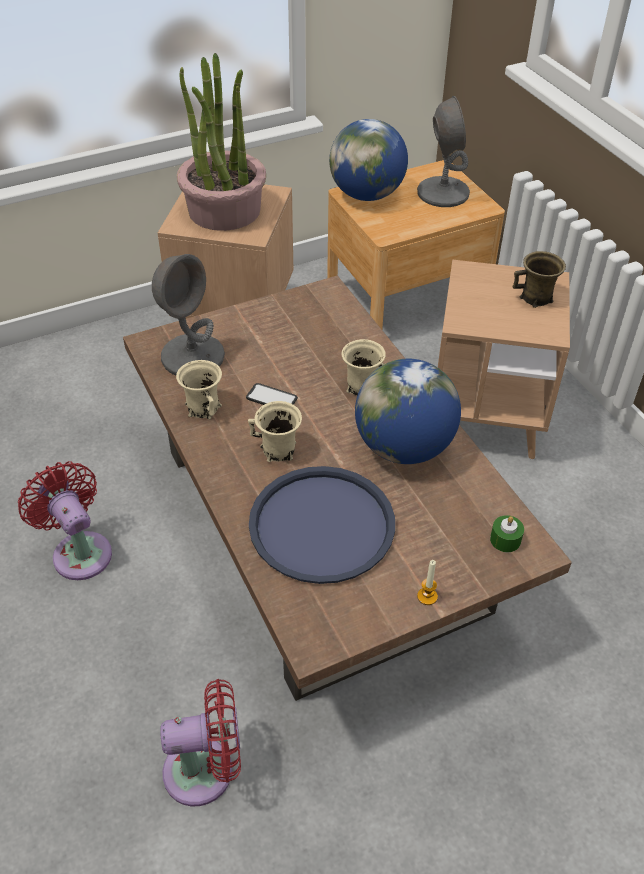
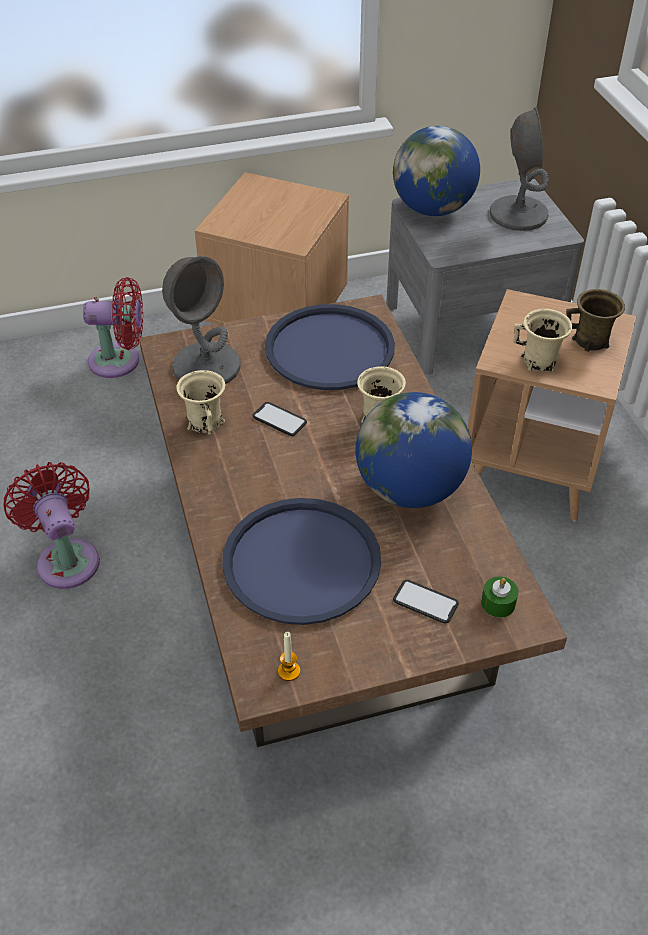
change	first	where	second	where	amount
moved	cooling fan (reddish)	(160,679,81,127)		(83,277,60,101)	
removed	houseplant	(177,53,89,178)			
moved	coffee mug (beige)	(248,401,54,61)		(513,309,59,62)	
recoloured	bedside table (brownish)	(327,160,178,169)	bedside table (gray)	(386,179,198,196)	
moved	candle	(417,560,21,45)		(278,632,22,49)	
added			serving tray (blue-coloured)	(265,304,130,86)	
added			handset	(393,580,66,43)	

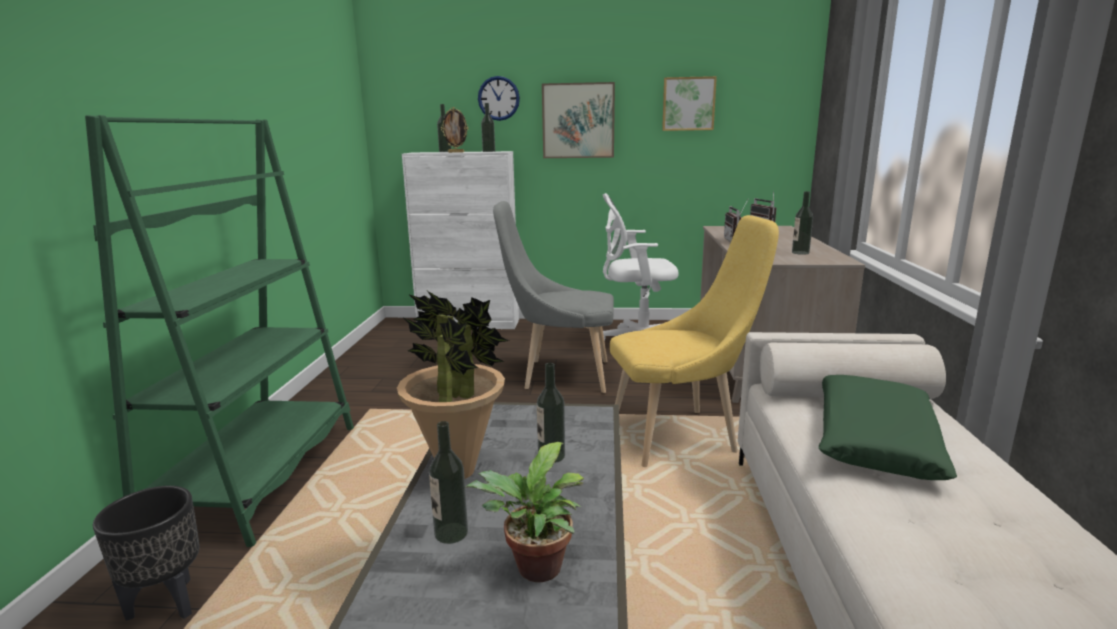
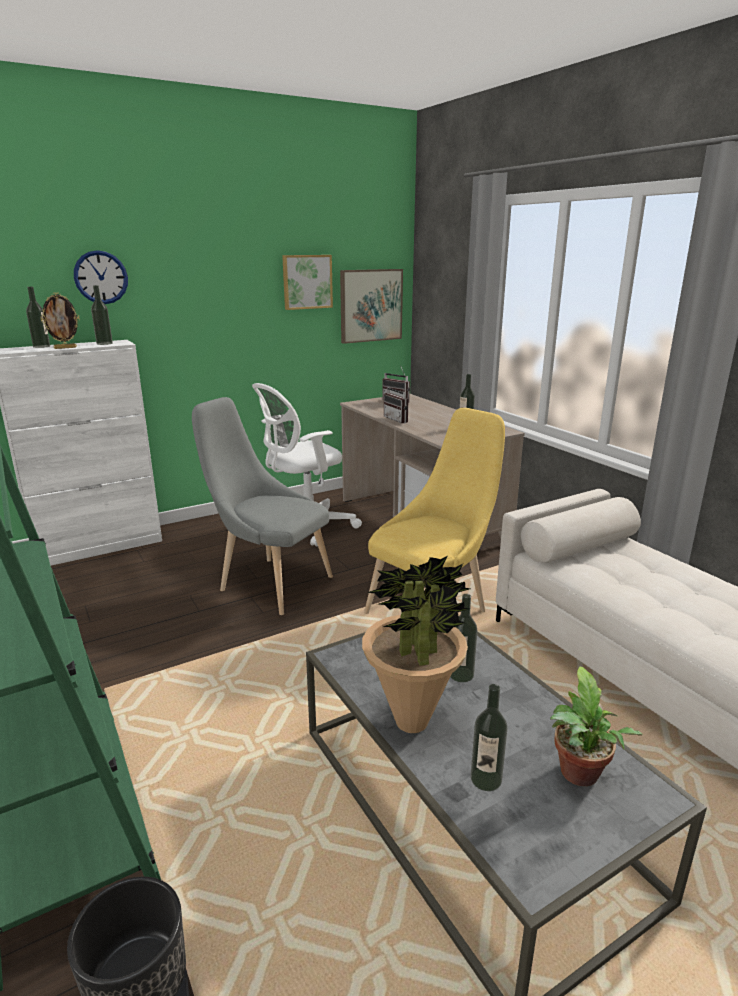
change	first	where	second	where	amount
turned	plain chair (gray)	(493,201,121,192)		(192,397,141,218)	60 degrees clockwise
moved	wall art	(542,82,73,76)		(340,269,63,75)	
removed	throw pillow (green)	(818,375,139,105)			

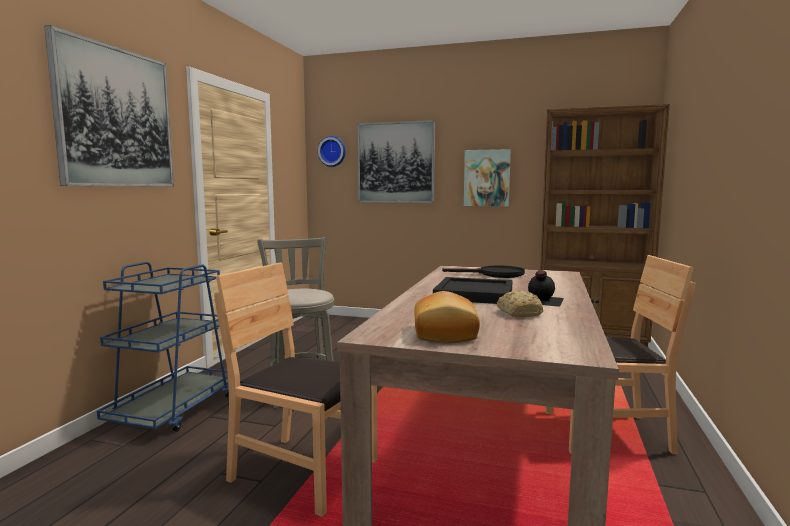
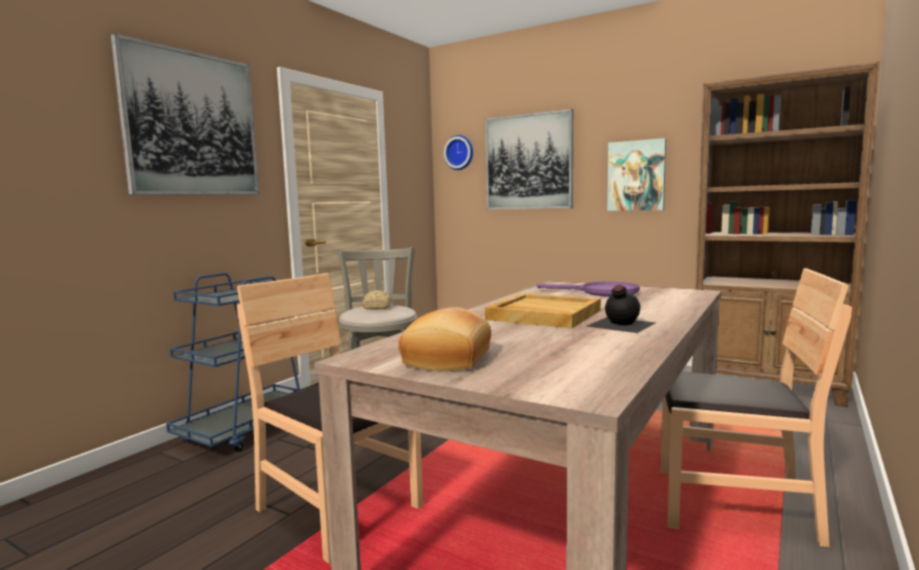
change	first	where	second	where	amount
recoloured	serving tray (black)	(433,277,80,27)	serving tray (beige)	(485,293,116,35)	
recoloured	frying pan (black)	(442,265,83,13)	frying pan (purplish)	(537,281,103,16)	
moved	bakery bread	(497,290,46,27)		(362,290,30,19)	

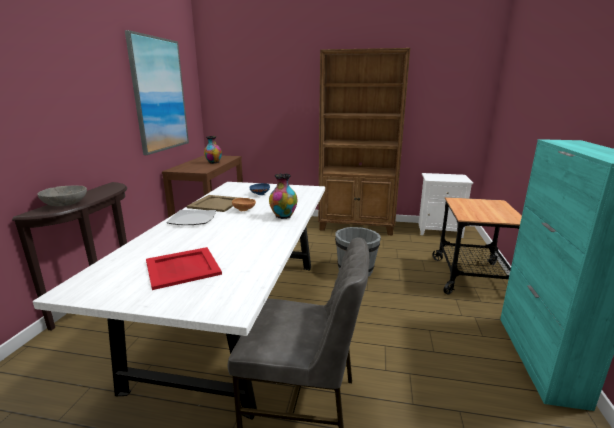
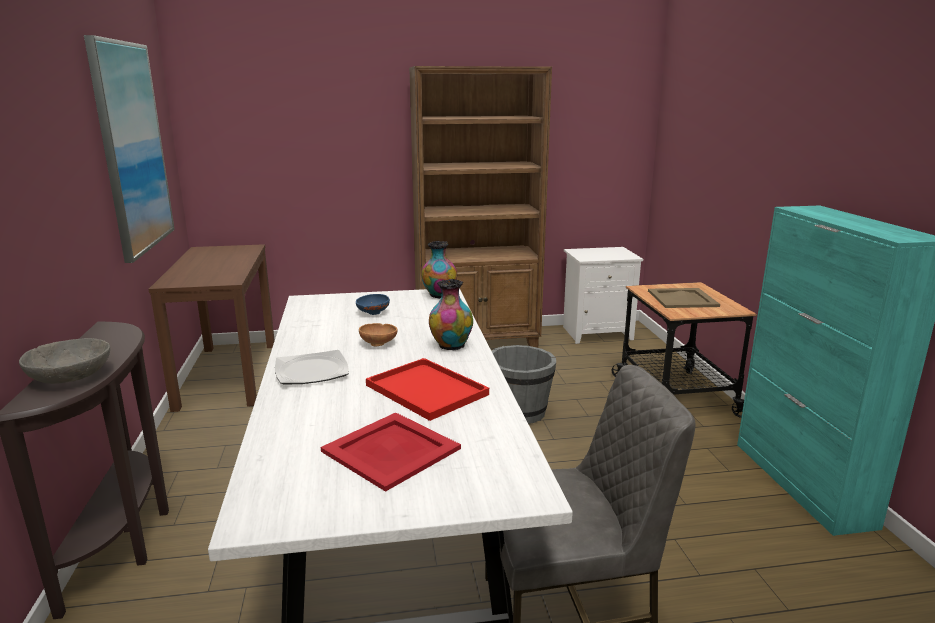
change	first	where	second	where	amount
moved	serving tray (beige)	(186,195,53,17)		(648,288,72,20)	
moved	vase	(204,136,18,28)		(422,241,35,58)	
added			serving tray (reddish)	(366,358,123,63)	

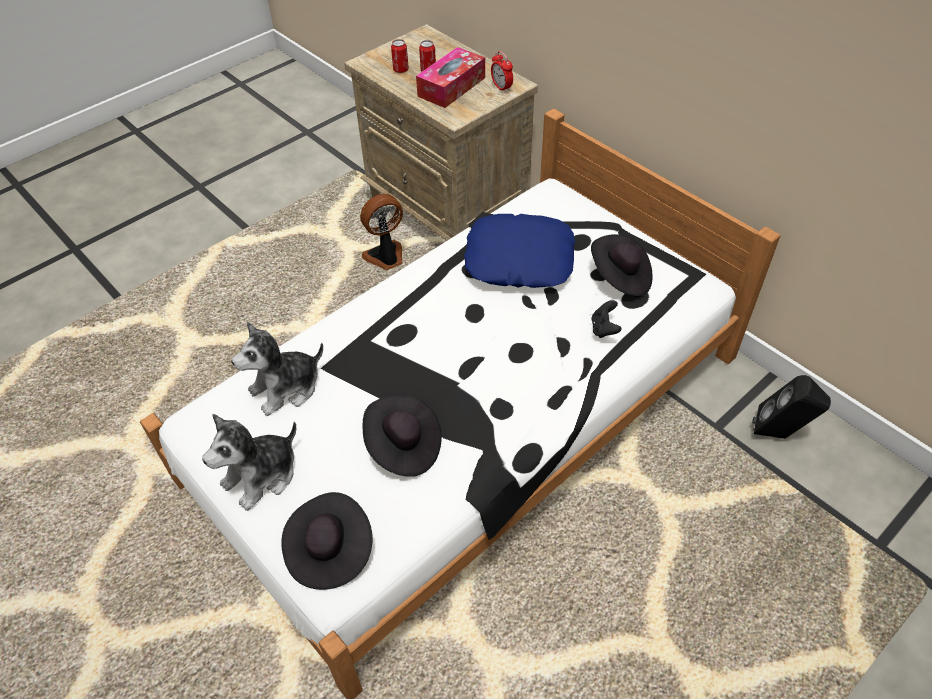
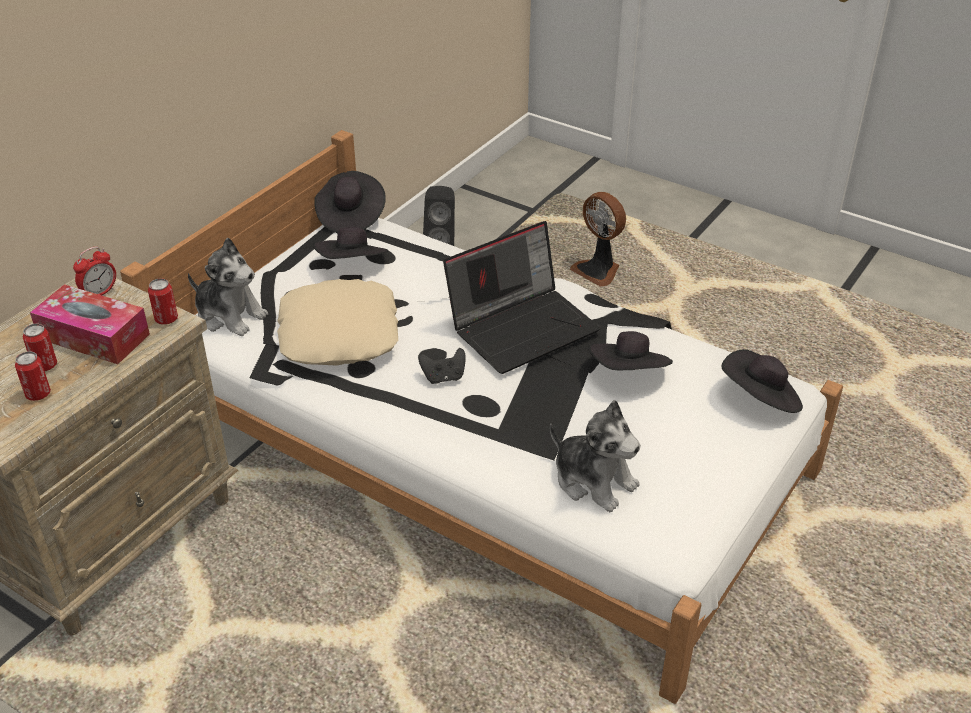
change	first	where	second	where	amount
moved	plush toy	(202,414,94,97)		(188,237,80,99)	
moved	cooling fan	(360,194,43,76)		(570,192,56,95)	
recoloured	throw pillow (blue-coloured)	(464,214,111,74)	throw pillow (beige)	(277,279,121,87)	
moved	game controller (black)	(591,300,31,38)		(418,348,48,36)	
added			sealed can	(148,278,30,47)	
added			wearable hat (black)	(314,171,72,62)	
added			notebook computer	(443,221,157,153)	

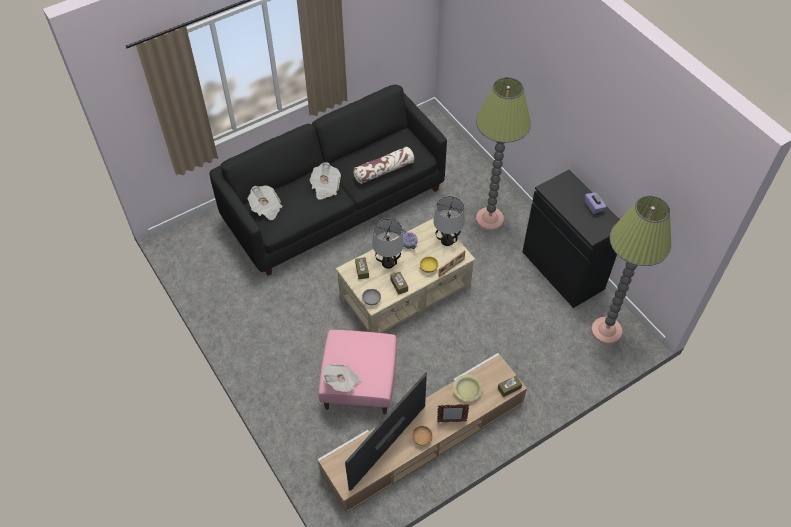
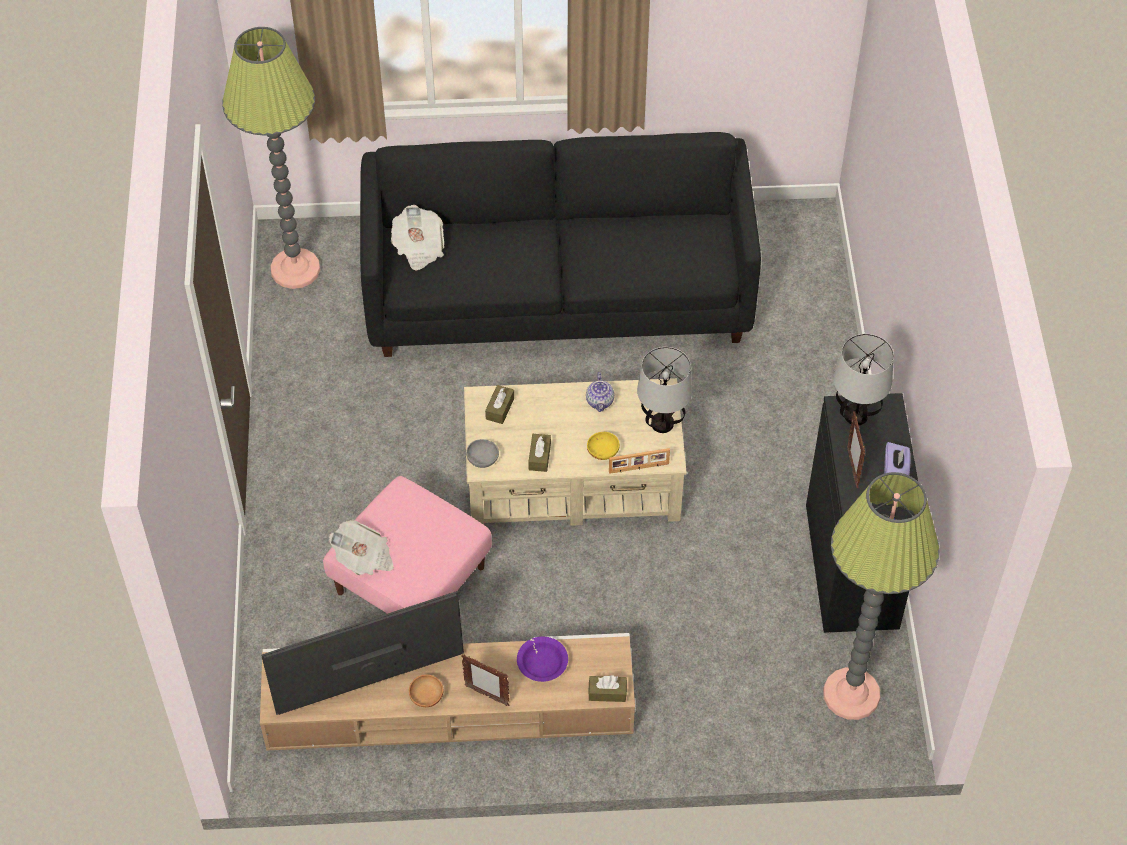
change	first	where	second	where	amount
removed	printed paper	(310,162,31,38)			
removed	throw pillow	(353,146,61,38)			
moved	lamp for a table	(372,219,32,50)		(834,334,60,91)	
recoloured	serving bowl (yellow-coloured)	(453,374,30,27)	serving bowl (purplish)	(517,637,51,45)	
moved	floor lamp	(476,77,55,154)		(222,27,98,262)	
added			standing frame	(847,411,18,77)	

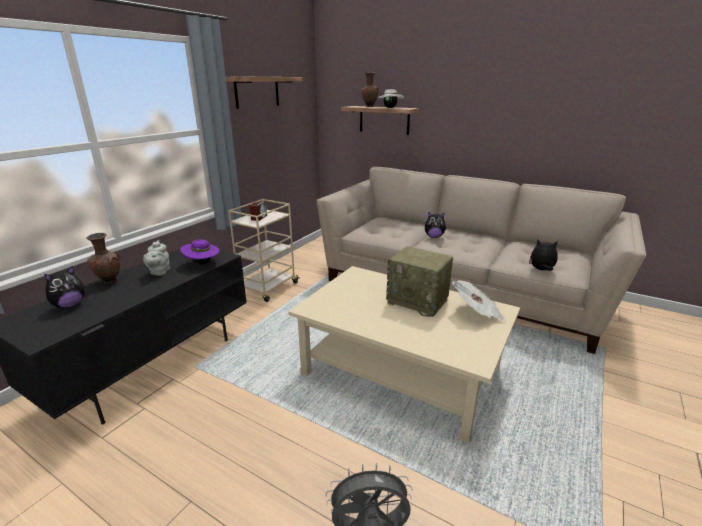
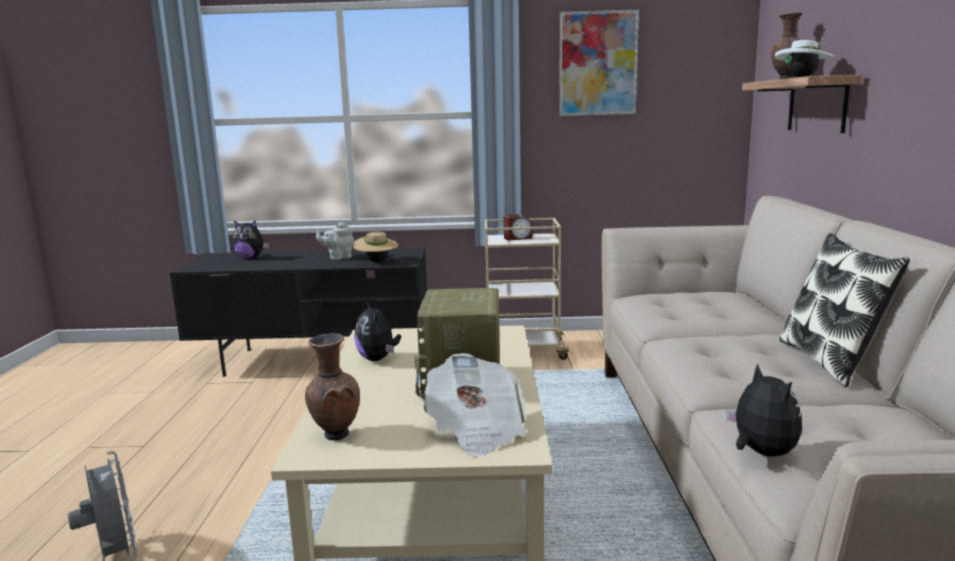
change	first	where	second	where	amount
moved	vase (brownish)	(86,233,34,51)		(305,333,55,108)	
recoloured	wearable hat (purplish)	(180,239,40,25)	wearable hat (beige)	(353,232,45,30)	
replaced	bracket shelf	(226,77,76,32)	wall art	(559,10,80,106)	
moved	plush toy	(425,213,22,25)		(354,301,47,60)	
added			throw pillow	(779,233,131,154)	

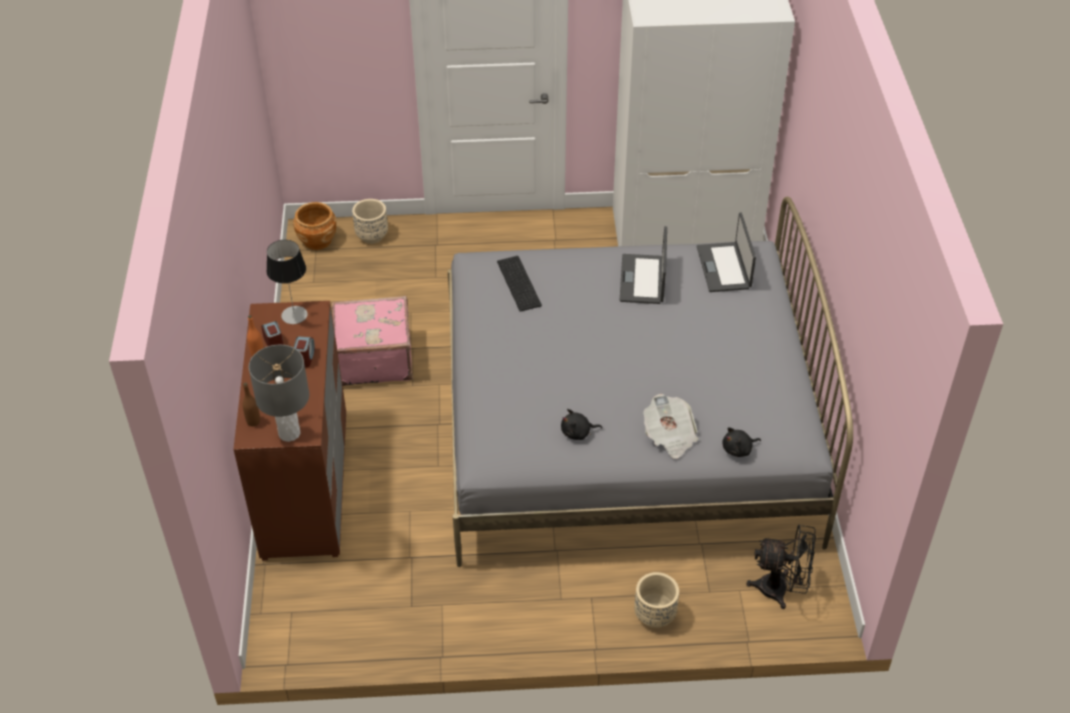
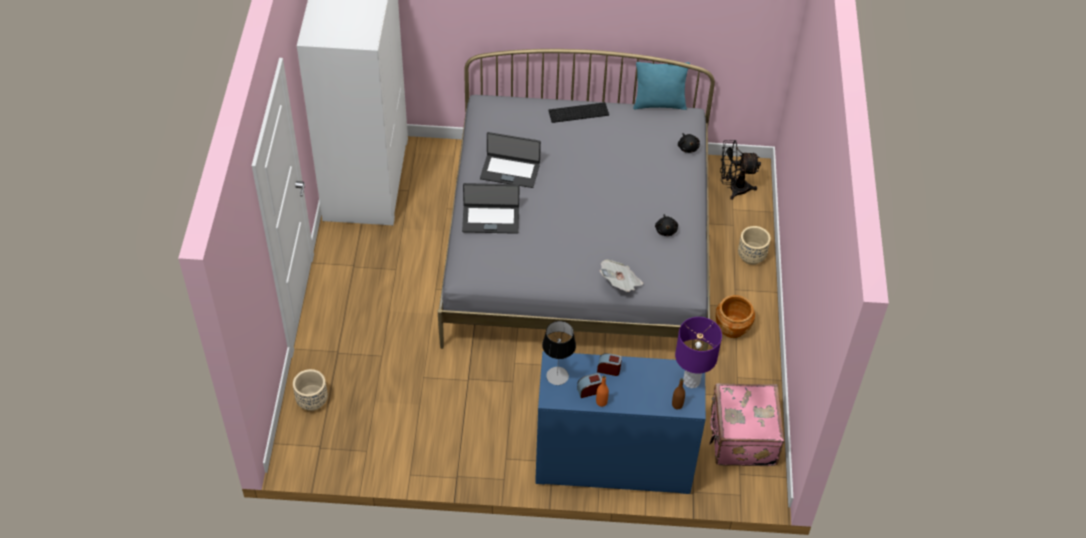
change	first	where	second	where	amount
recoloured	chest of drawers (brownish)	(233,301,113,259)	chest of drawers (blue-coloured)	(535,351,171,143)	
recoloured	lamp for a table (gray)	(249,345,60,97)	lamp for a table (purplish)	(675,317,47,71)	
moved	plant pot (brownish)	(293,202,43,48)		(716,295,39,43)	
moved	piece of luggage (pink)	(332,296,80,90)		(709,383,75,83)	
moved	PC keyboard	(497,256,45,56)		(548,102,61,21)	
moved	printed paper	(643,394,55,65)		(600,259,43,33)	
moved	notebook computer	(697,212,59,80)		(462,183,58,51)	
turned	cooling fan (black)	(746,525,70,84)		(720,140,41,60)	105 degrees counterclockwise
added			throw pillow (turquoise-coloured)	(633,62,57,48)	

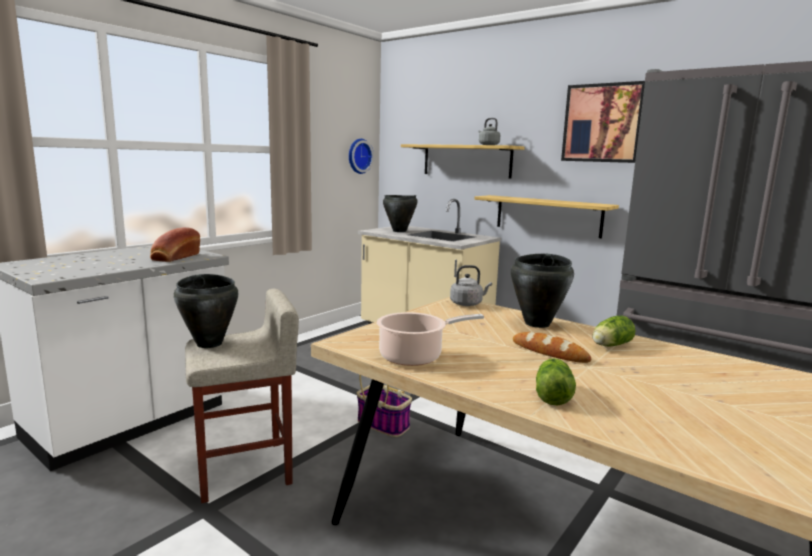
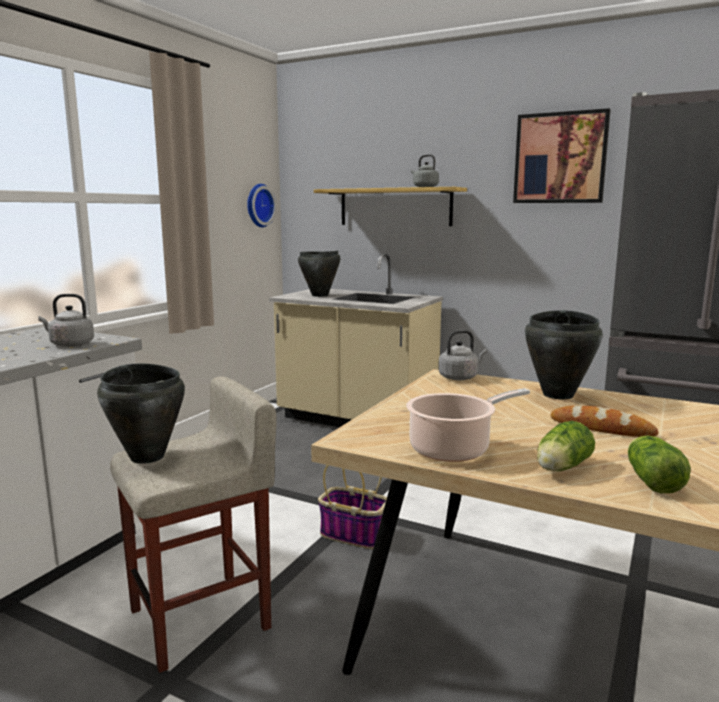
change	first	where	second	where	amount
replaced	bakery bread	(150,227,50,35)	tea kettle (gray)	(38,294,56,53)	
removed	bracket shelf	(474,195,145,44)			
moved	lettuce head	(592,315,44,32)		(537,421,58,50)	

